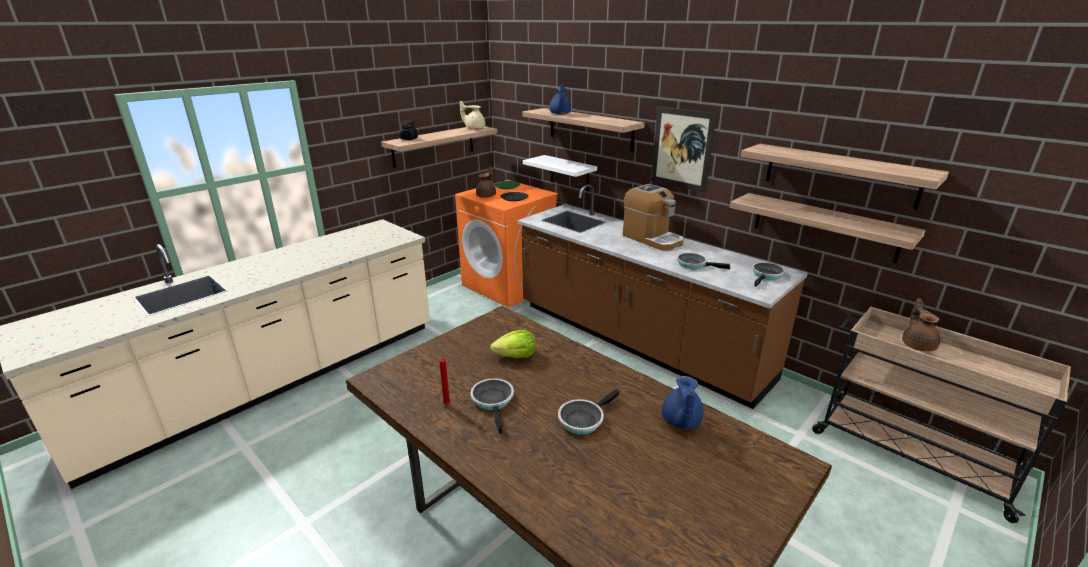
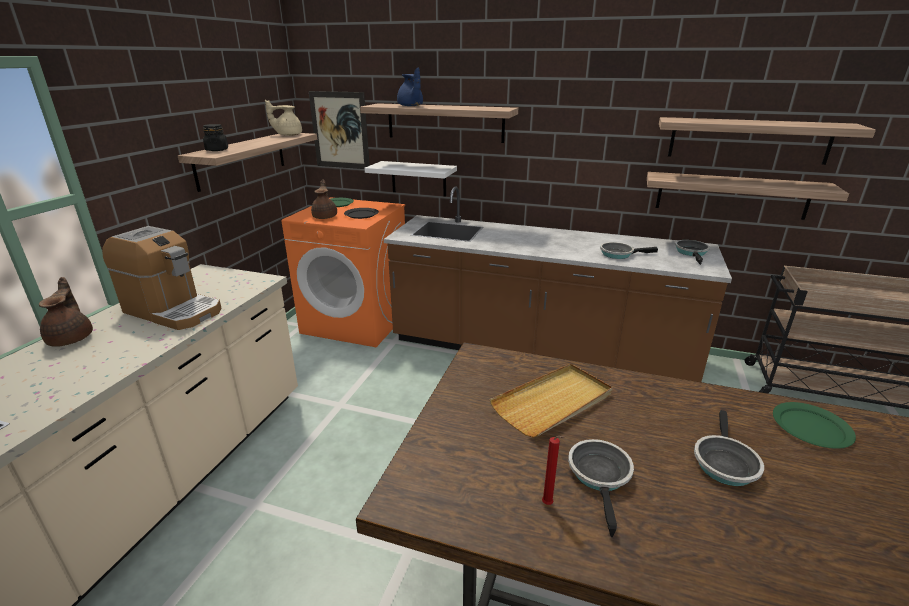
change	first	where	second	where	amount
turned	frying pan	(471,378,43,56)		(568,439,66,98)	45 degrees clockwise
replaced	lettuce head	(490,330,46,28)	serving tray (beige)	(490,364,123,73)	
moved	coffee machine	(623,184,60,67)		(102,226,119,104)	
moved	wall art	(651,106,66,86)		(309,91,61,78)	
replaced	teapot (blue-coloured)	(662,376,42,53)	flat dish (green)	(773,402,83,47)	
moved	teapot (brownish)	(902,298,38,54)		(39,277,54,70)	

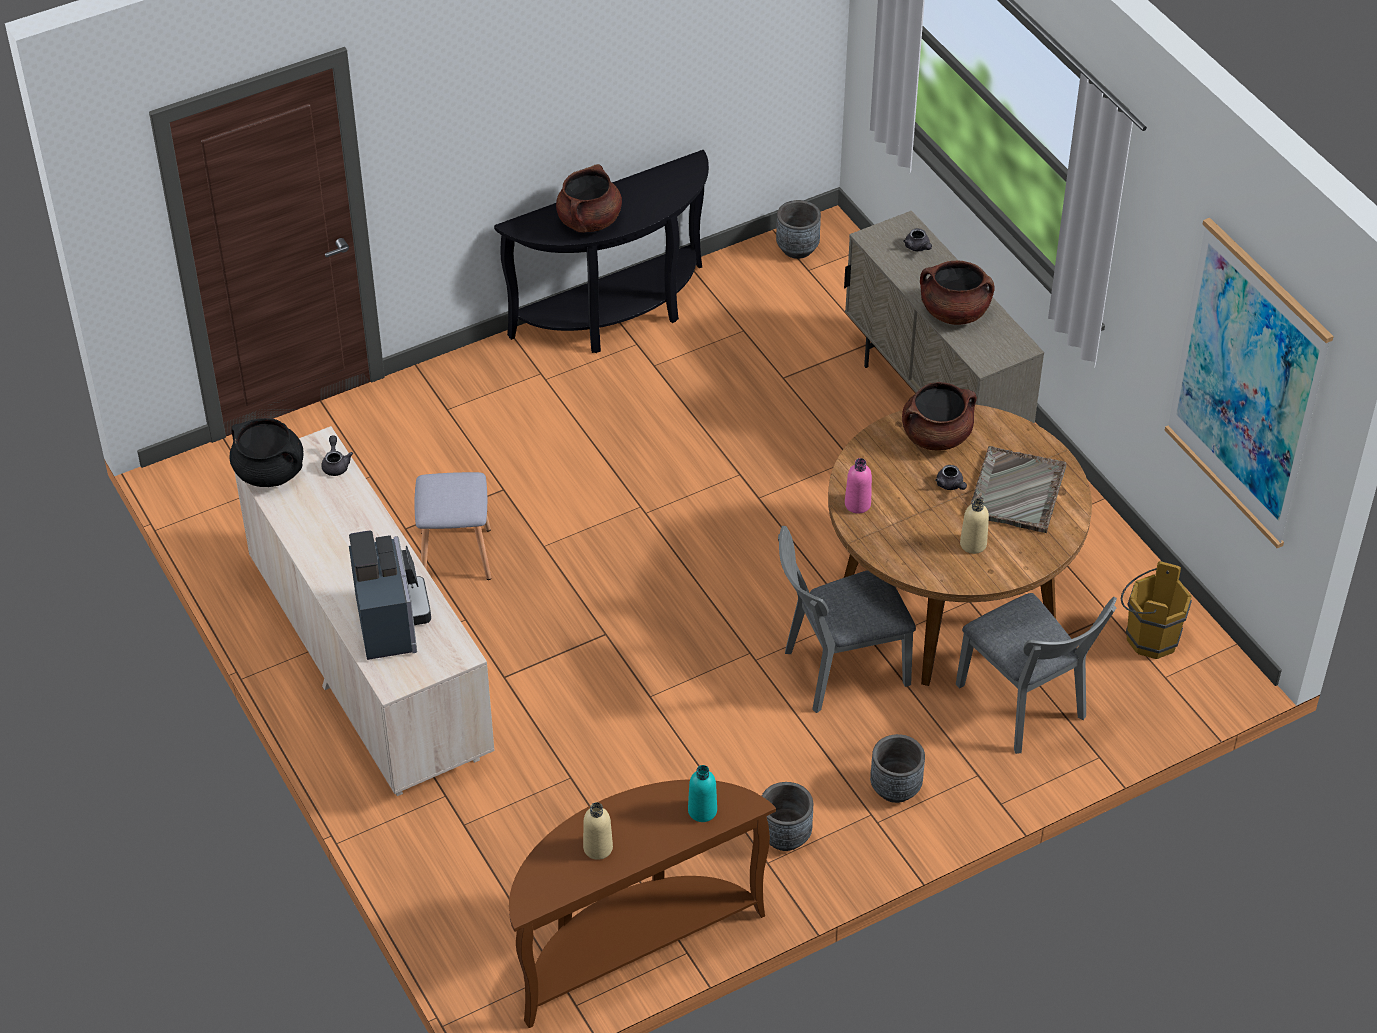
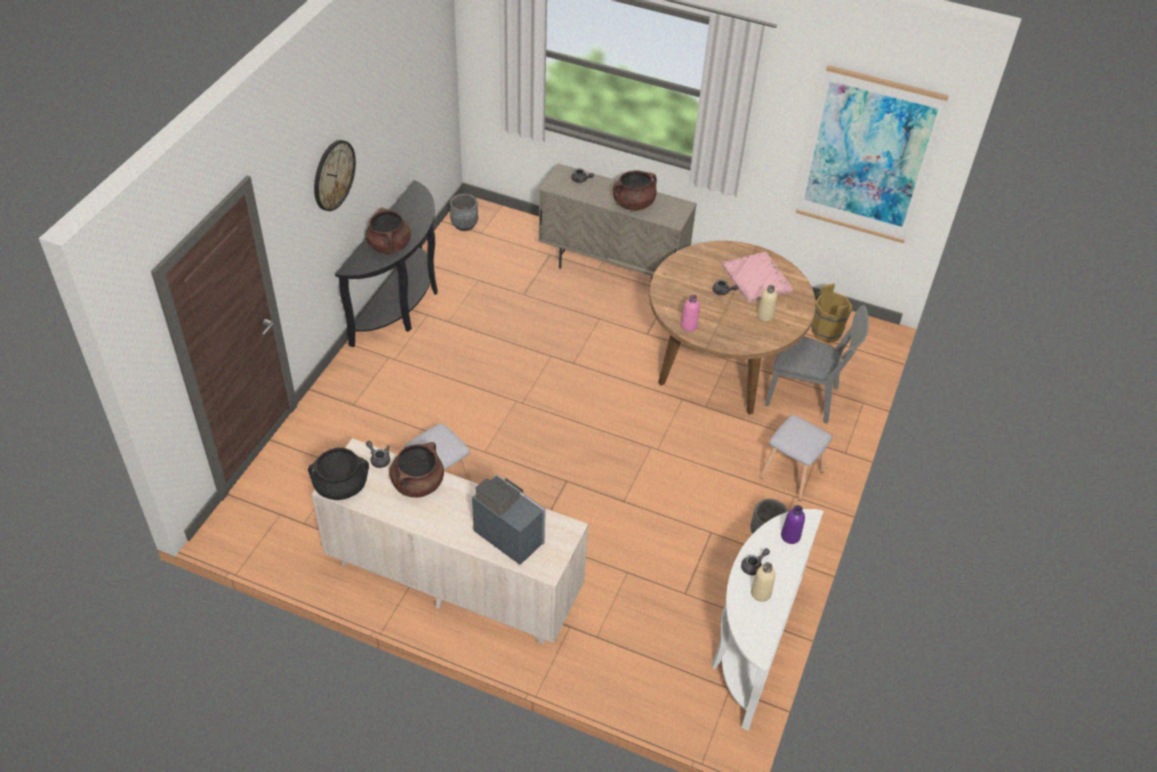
change	first	where	second	where	amount
recoloured	console table (brownish)	(509,779,267,249)	console table (whitish)	(712,509,112,222)	
recoloured	bottle (turquoise-coloured)	(688,765,29,57)	bottle (purplish)	(781,505,24,39)	
removed	plain chair (gray)	(778,526,138,187)			
replaced	plant pot (gray)	(870,734,55,69)	stool seat (gray)	(760,415,72,86)	
moved	cooking pot (brownish)	(902,382,75,68)		(389,442,55,56)	
recoloured	serving tray (gray)	(970,446,96,87)	serving tray (pink)	(722,252,71,51)	
added			hanging clock	(314,140,42,71)	
added			teapot (gray)	(741,548,29,27)	

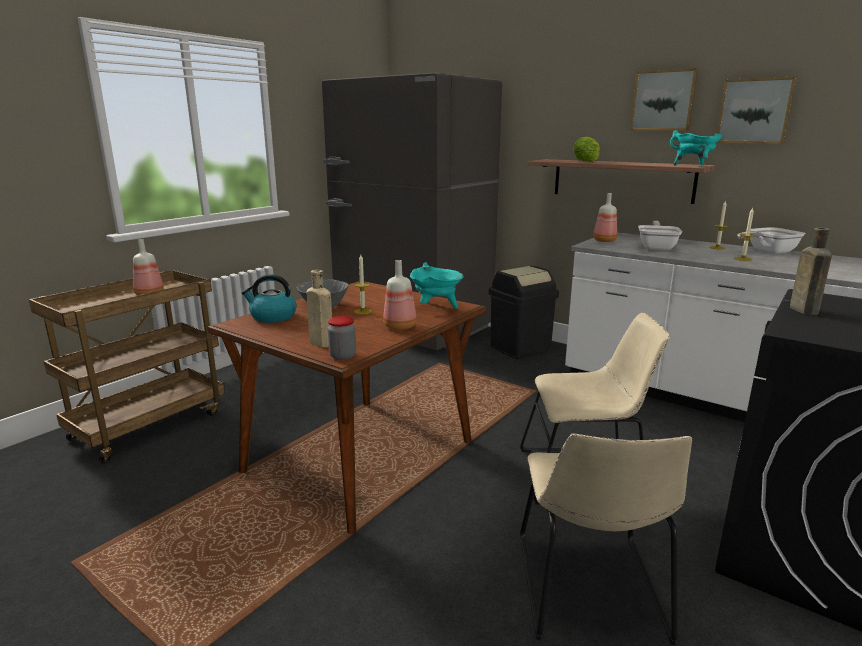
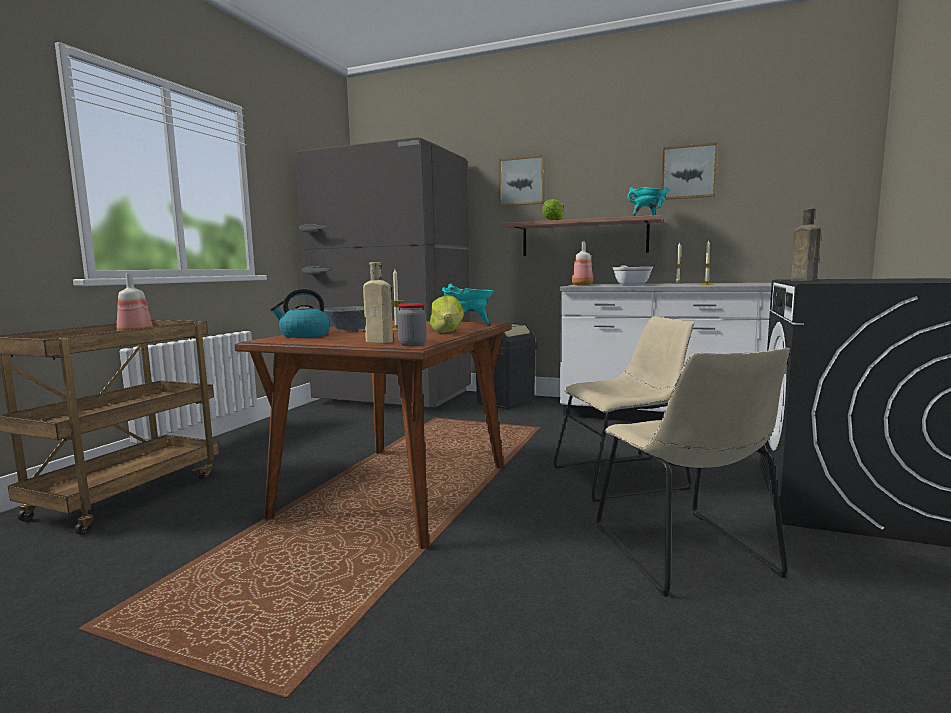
change	first	where	second	where	amount
replaced	bottle	(383,260,34,70)	lettuce head	(430,295,34,38)	
moved	wall art	(630,68,68,63)		(499,155,46,51)	
removed	frying pan	(737,227,68,27)			

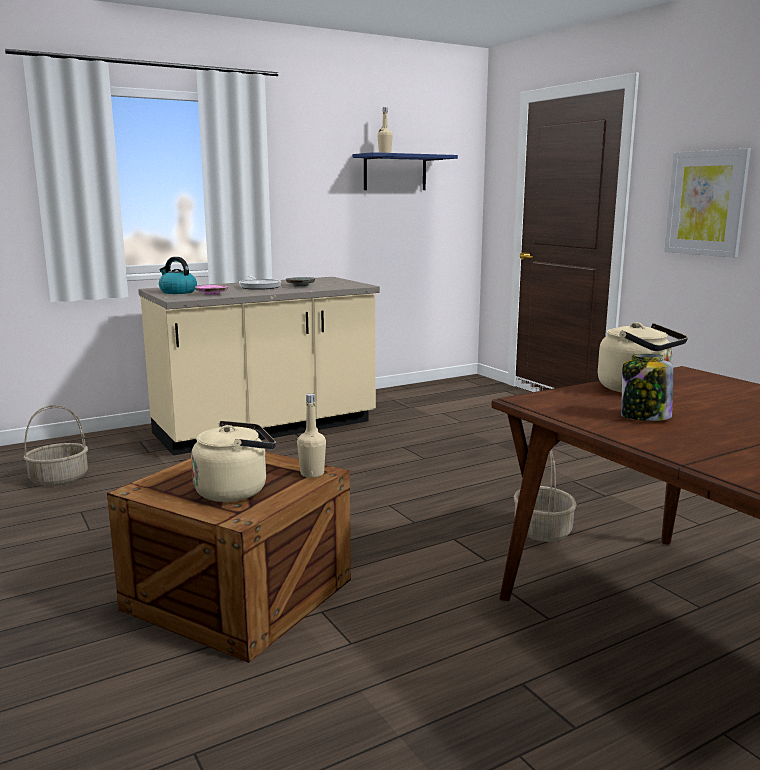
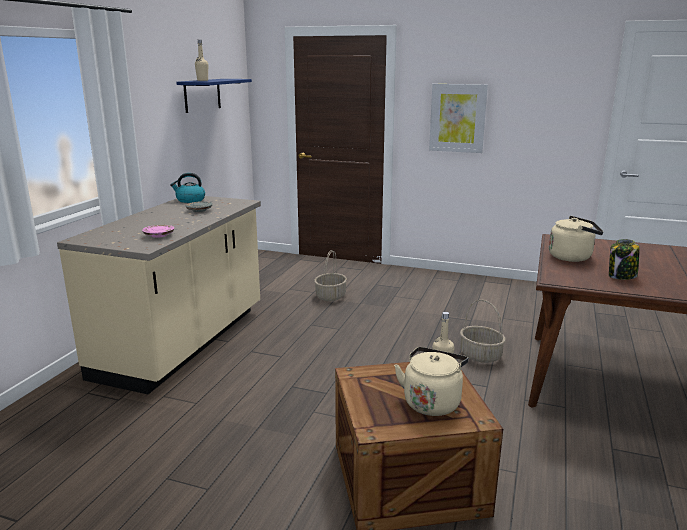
change	first	where	second	where	amount
moved	storage basket	(23,405,65,81)		(314,250,33,51)	
moved	tea kettle	(159,257,38,37)		(170,173,35,30)	
removed	frying pan	(239,276,42,14)			

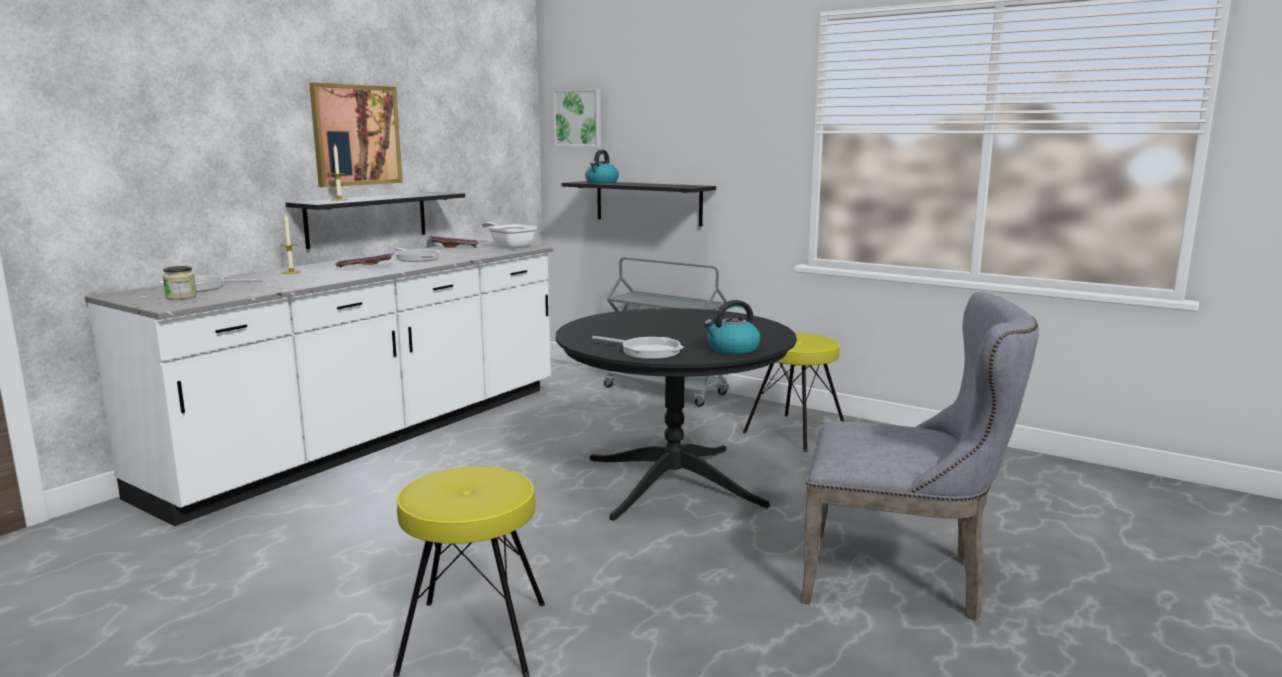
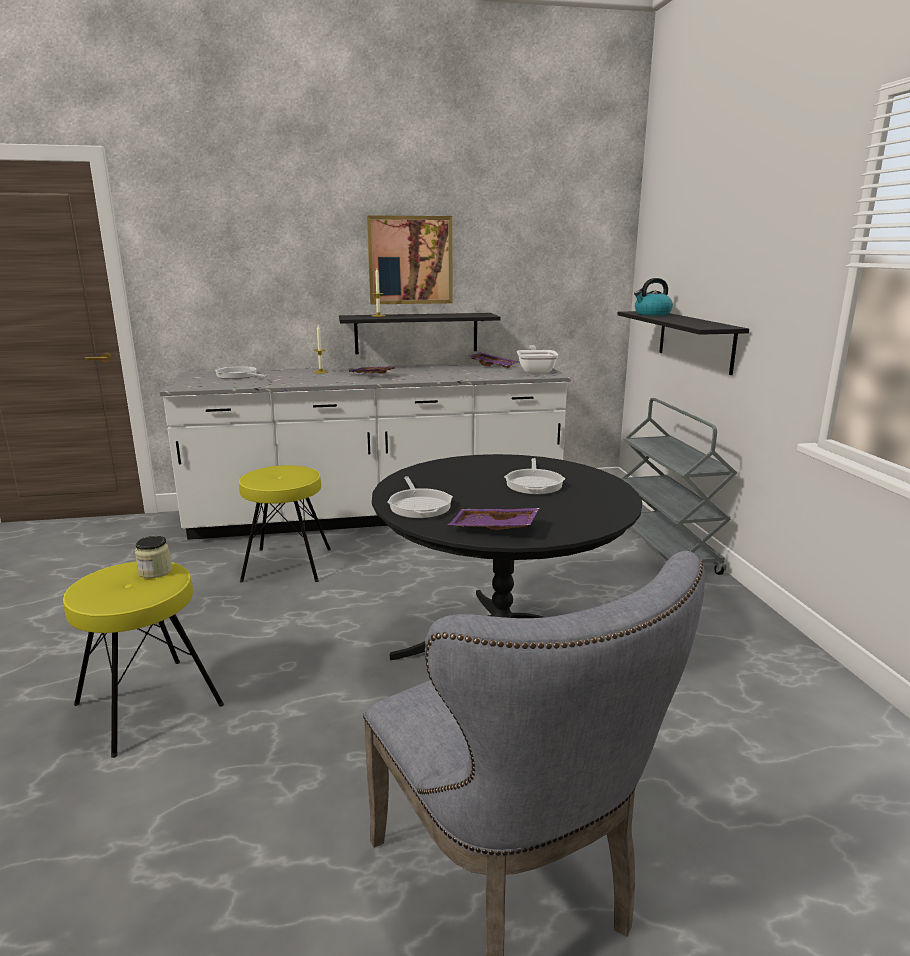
change	first	where	second	where	amount
moved	preserve jar	(163,266,34,34)		(135,536,37,42)	
moved	frying pan	(394,247,46,15)		(504,458,61,36)	
removed	wall art	(553,89,48,58)			
replaced	tea kettle	(704,300,56,55)	serving tray (purplish)	(448,508,91,22)	
moved	stool seat (yellow-coloured)	(743,333,101,119)		(239,465,92,117)	

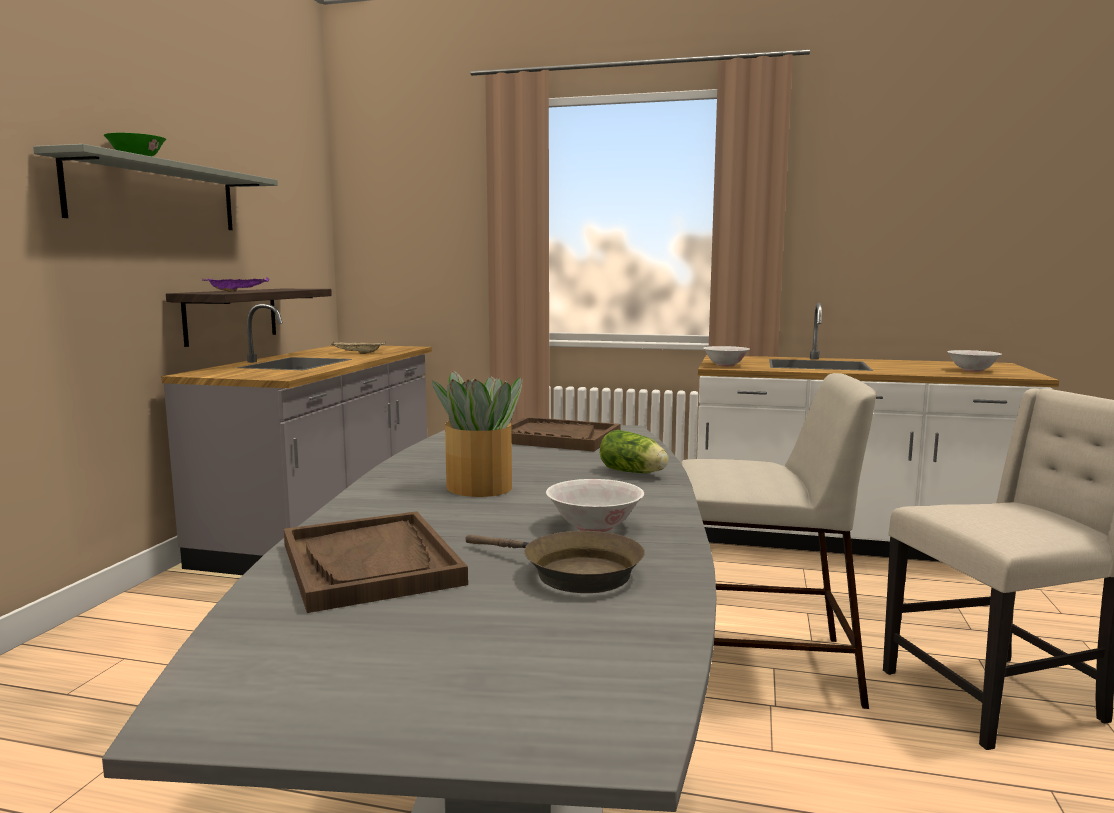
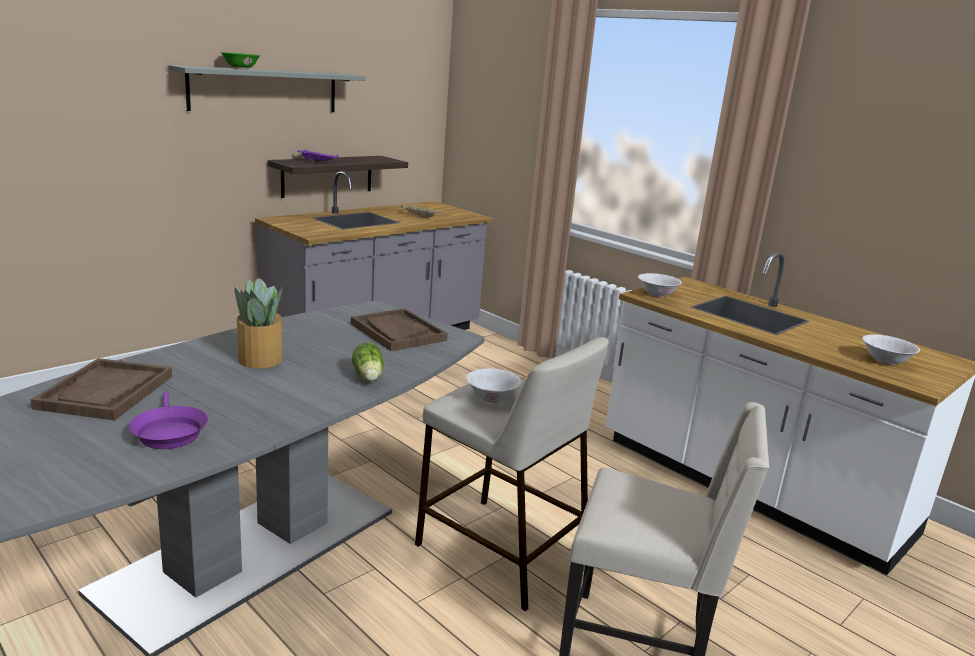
change	first	where	second	where	amount
recoloured	frying pan (brownish)	(465,531,180,62)	frying pan (purplish)	(129,391,79,58)	
moved	serving bowl (whitish)	(546,479,98,53)		(466,368,56,35)	

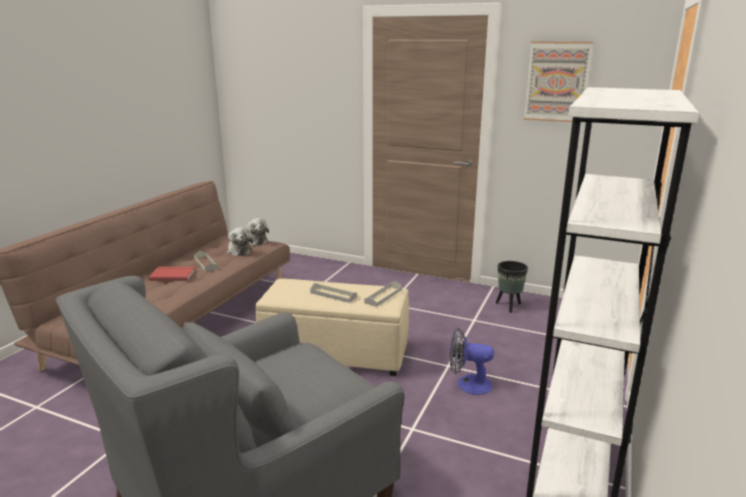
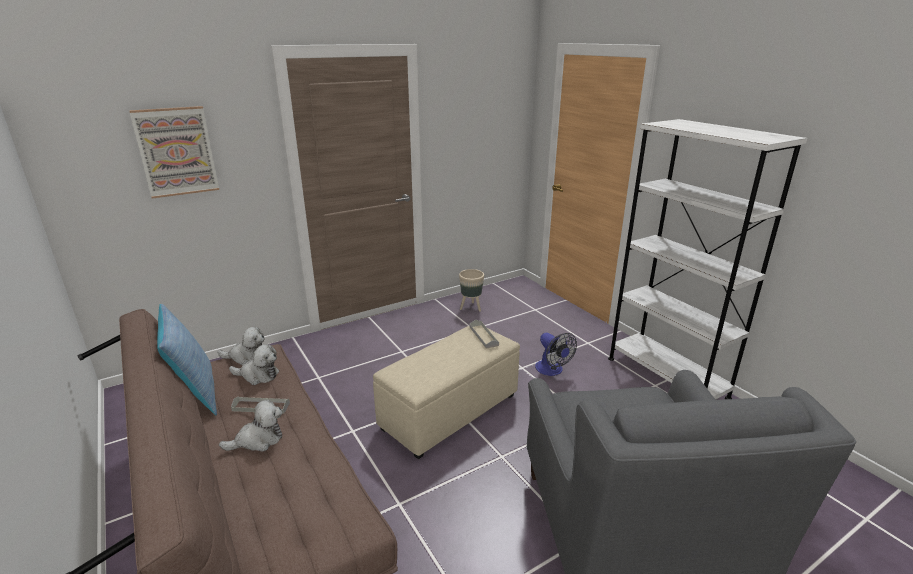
change	first	where	second	where	amount
replaced	bound book (reddish)	(149,267,46,14)	plush toy	(219,400,64,52)	
removed	serving tray (gray)	(310,283,47,20)			
turned	cooling fan	(449,328,45,67)		(535,333,42,43)	75 degrees counterclockwise
recoloured	plant pot (black)	(496,261,32,52)	plant pot (beige)	(459,269,25,43)	
moved	wall art	(524,42,69,81)		(129,106,90,93)	
added			throw pillow	(157,304,60,111)	

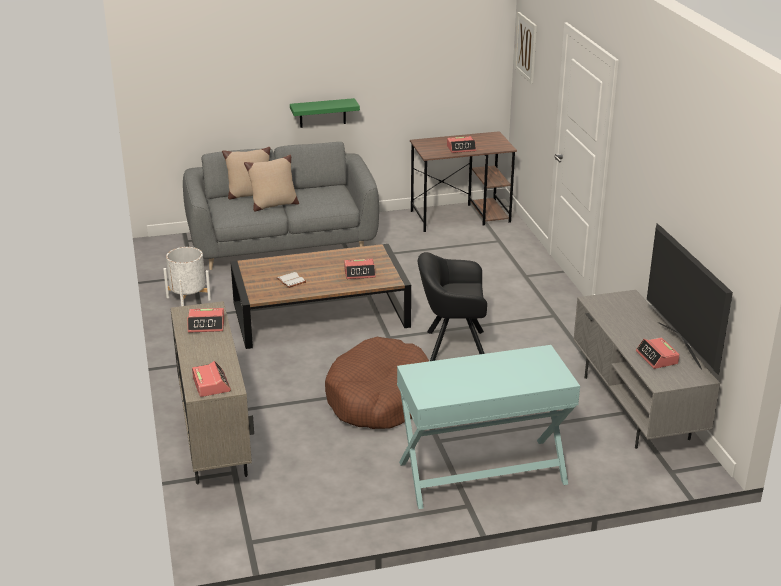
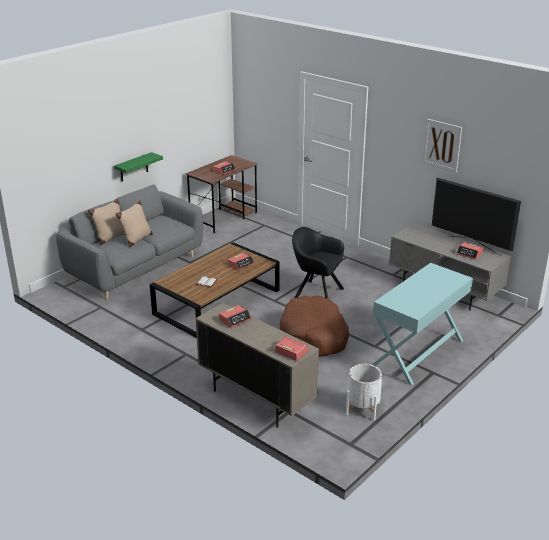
change	first	where	second	where	amount
moved	plant pot (whitish)	(163,247,48,59)		(346,364,36,56)	
turned	easy chair (black)	(418,252,69,109)		(292,227,52,72)	60 degrees clockwise
moved	wall art	(515,12,22,72)		(423,119,39,53)	

